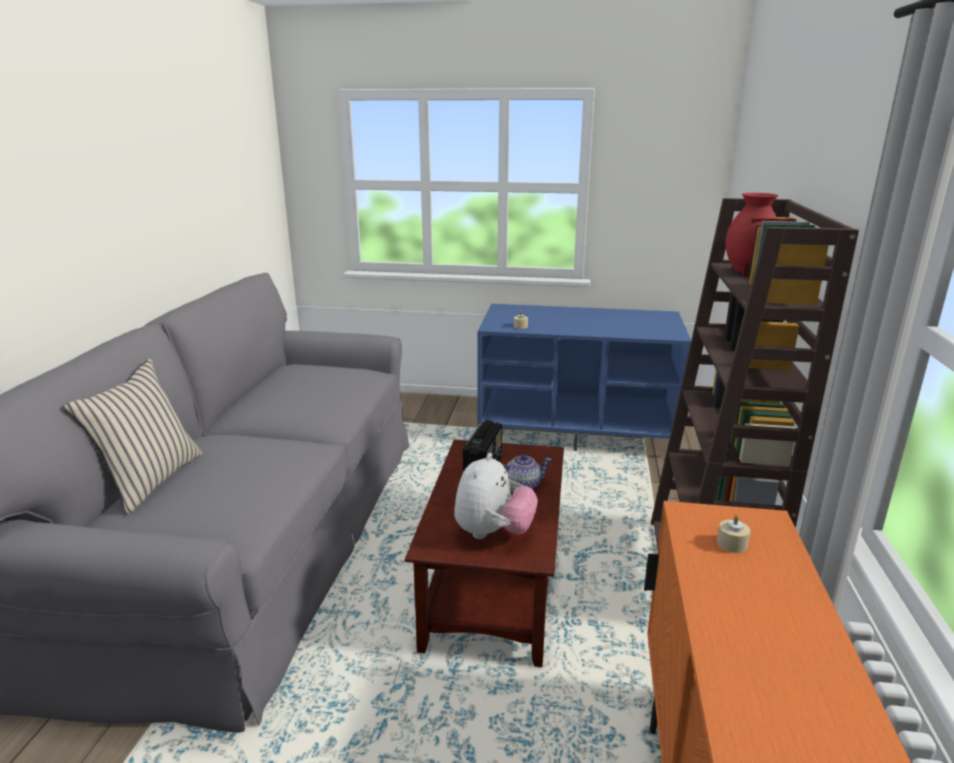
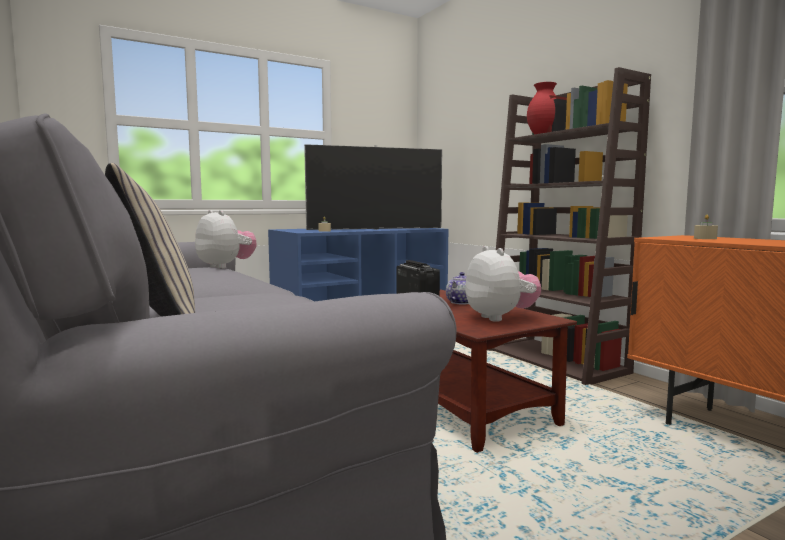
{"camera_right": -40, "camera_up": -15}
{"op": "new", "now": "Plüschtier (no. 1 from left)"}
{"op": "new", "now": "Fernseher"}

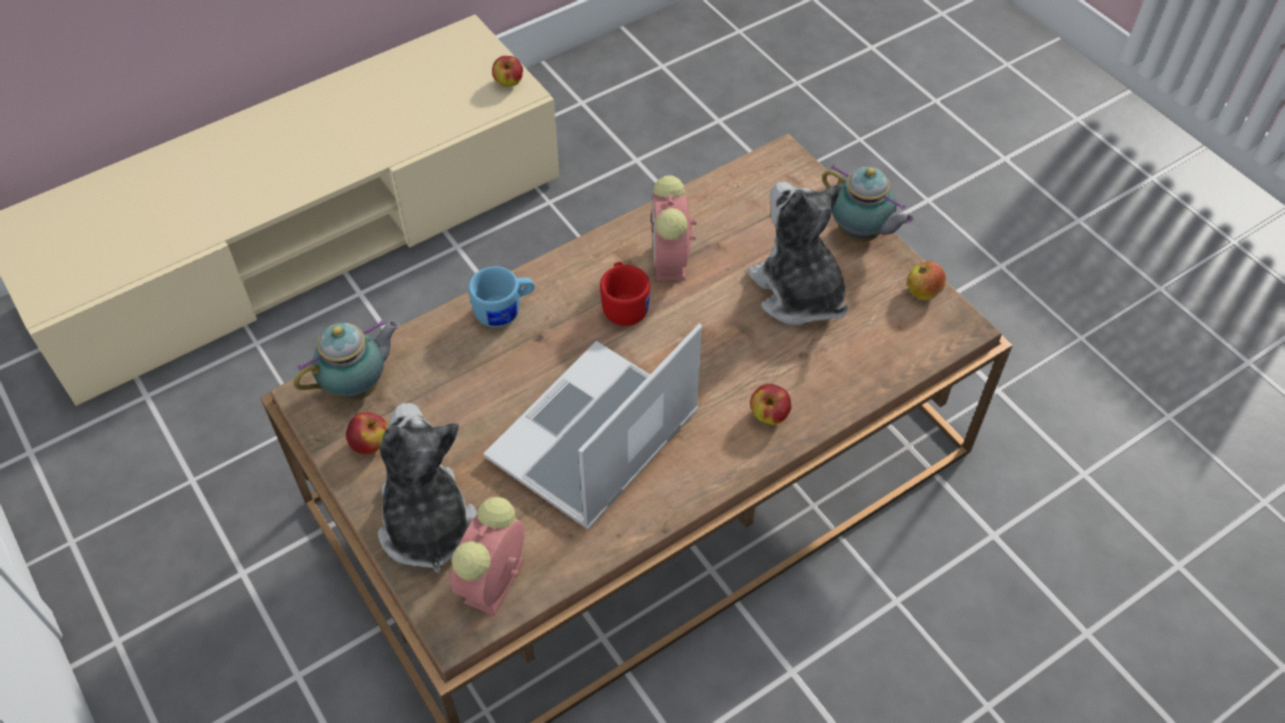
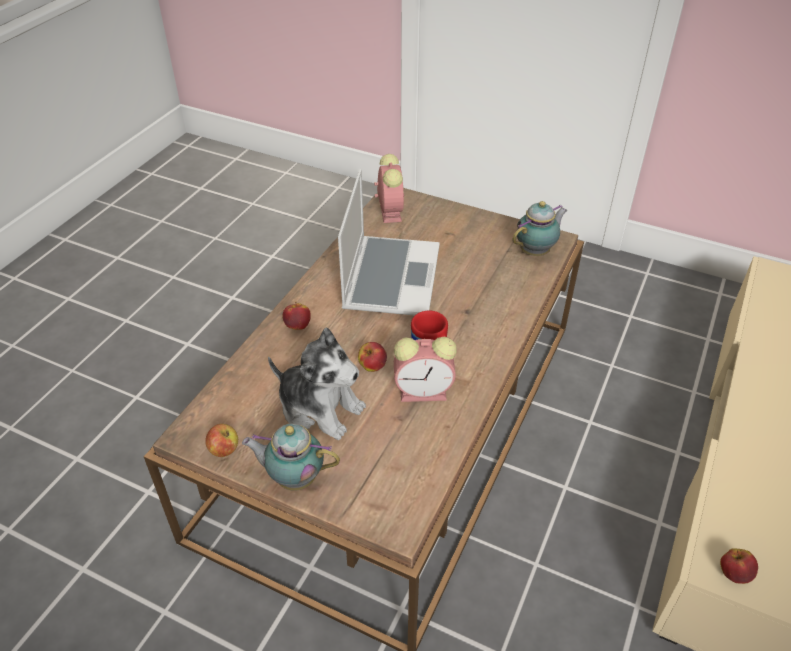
{"camera_right": 150, "camera_up": -10}
{"op": "shifted", "was": "Apfel (no. 1 from left in the first image)", "now": "Apfel (no. 3 from left)"}
{"op": "rotated", "was": "Wecker (no. 2 from left)", "clockwise": 120}
{"op": "rotated", "was": "Teekanne (no. 1 from left in the first image)", "clockwise": -150}
{"op": "gone", "was": "Plüschtier (no. 1 from left)"}
{"op": "gone", "was": "Henkelbecher (blau)"}

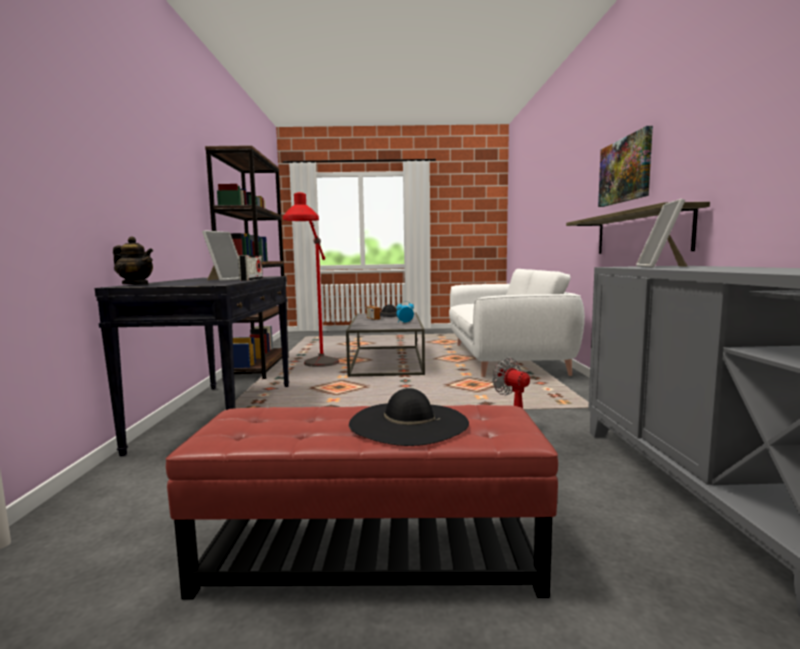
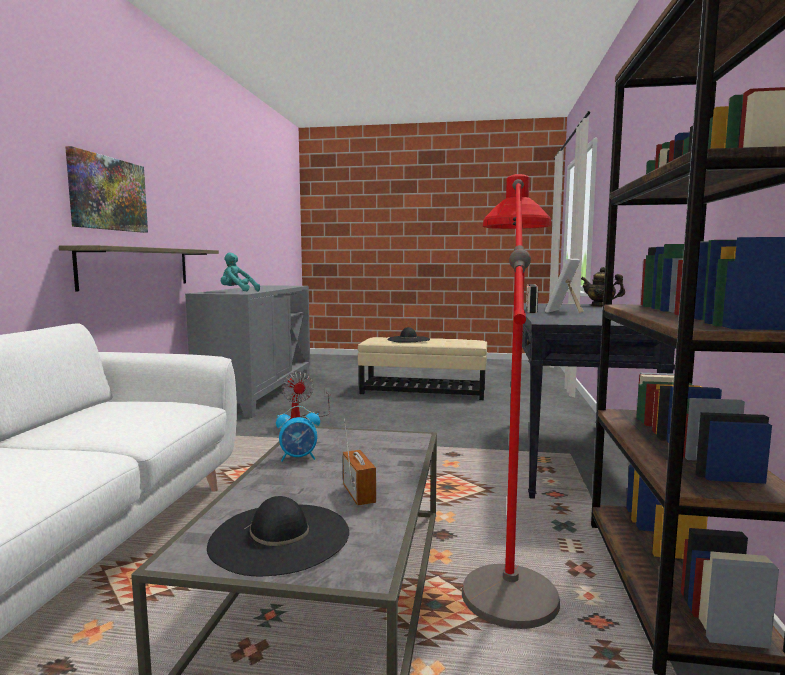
{"camera_right": -170, "camera_up": 0}
{"op": "swapped", "was": "Bilderrahmen (no. 2 from left)", "now": "Plüschtier (türkis)"}
{"op": "repainted", "was": "Polsterhocker (rot)", "now": "Polsterhocker (beige)"}

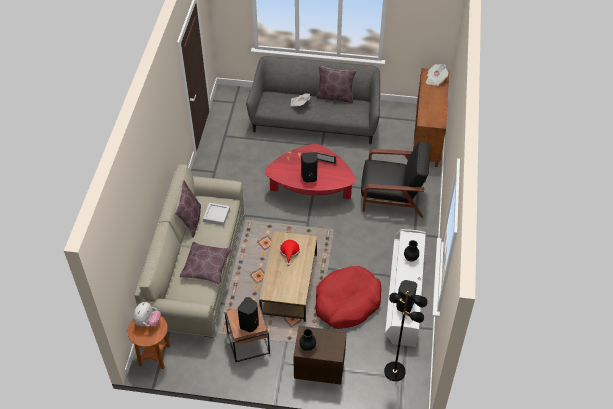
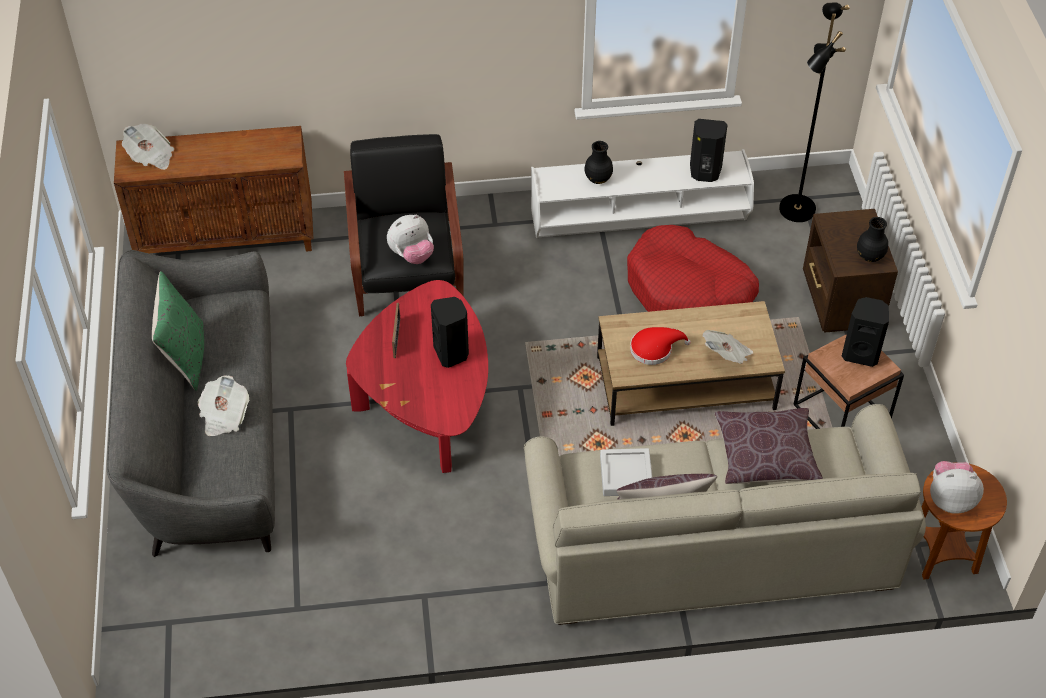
{"camera_right": -105, "camera_up": 0}
{"op": "repainted", "was": "Kissen (braun) (no. 3 from left)", "now": "Kissen (grün)"}
{"op": "new", "now": "Plüschtier (no. 1 from left)"}
{"op": "new", "now": "Zeitung (no. 3 from left)"}

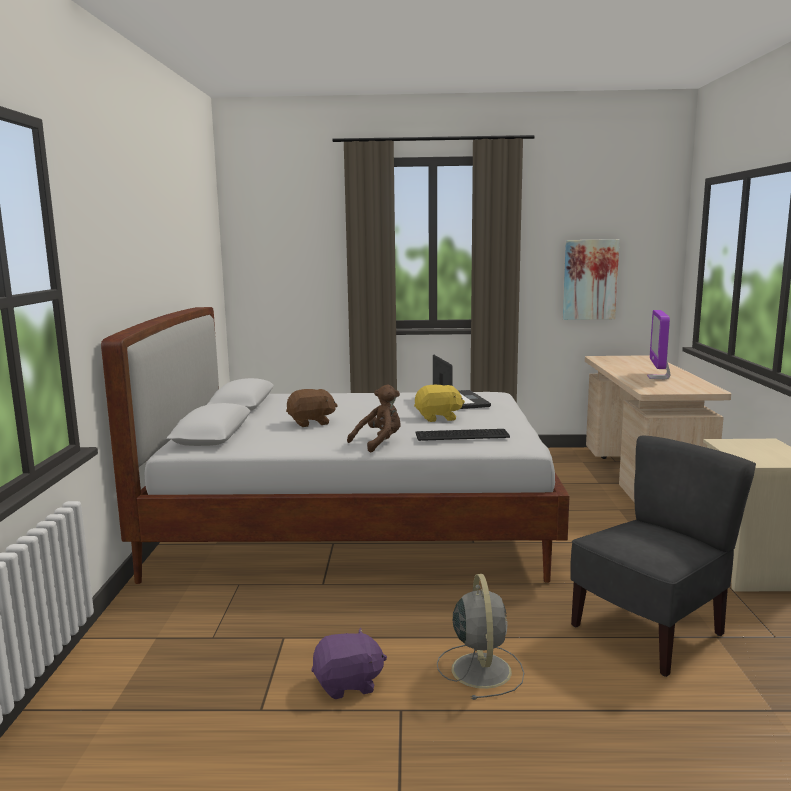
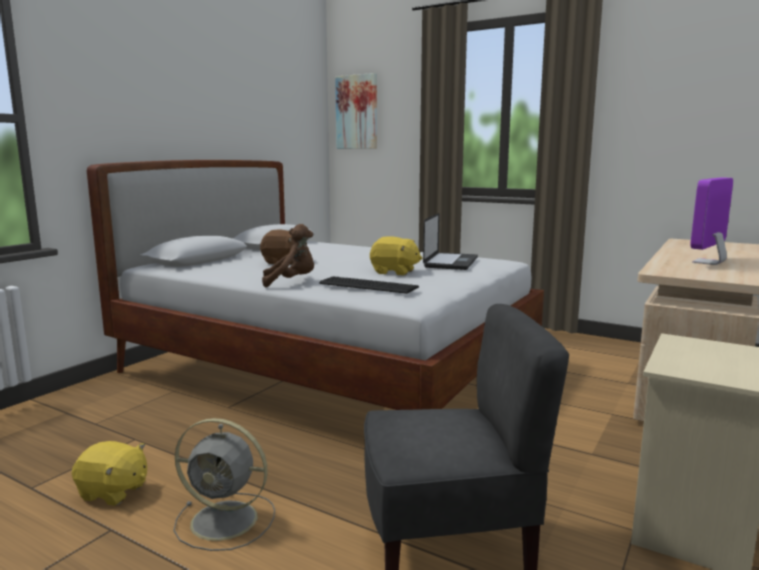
{"camera_right": 30, "camera_up": 0}
{"op": "repainted", "was": "Plüschtier (lila)", "now": "Plüschtier (gelb) (no. 1 from left)"}
{"op": "rotated", "was": "Ventilator (grau)", "clockwise": 75}
{"op": "shifted", "was": "Bild"}

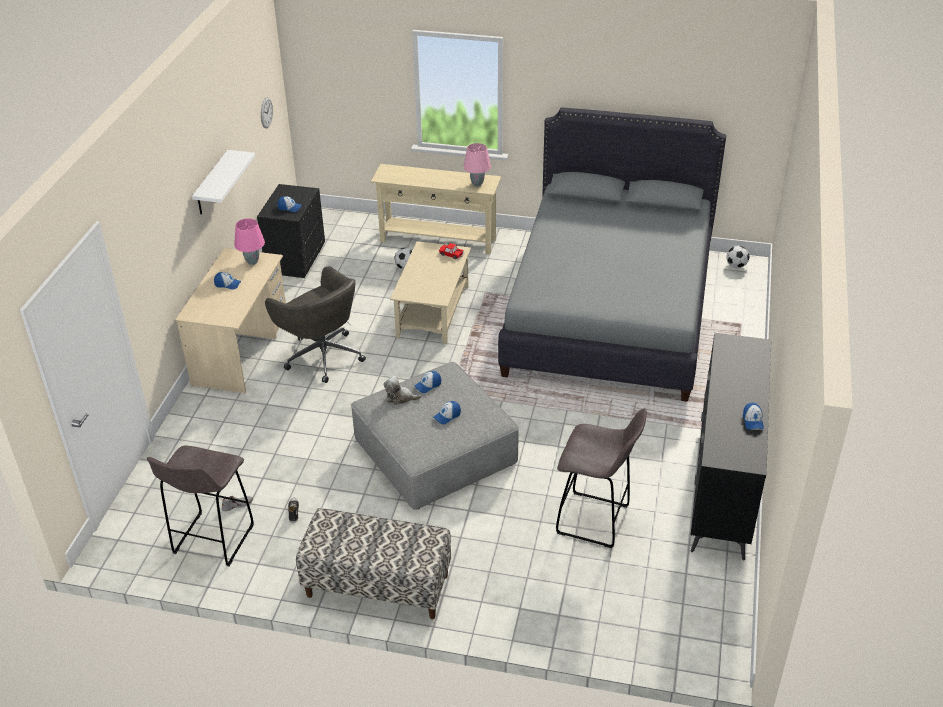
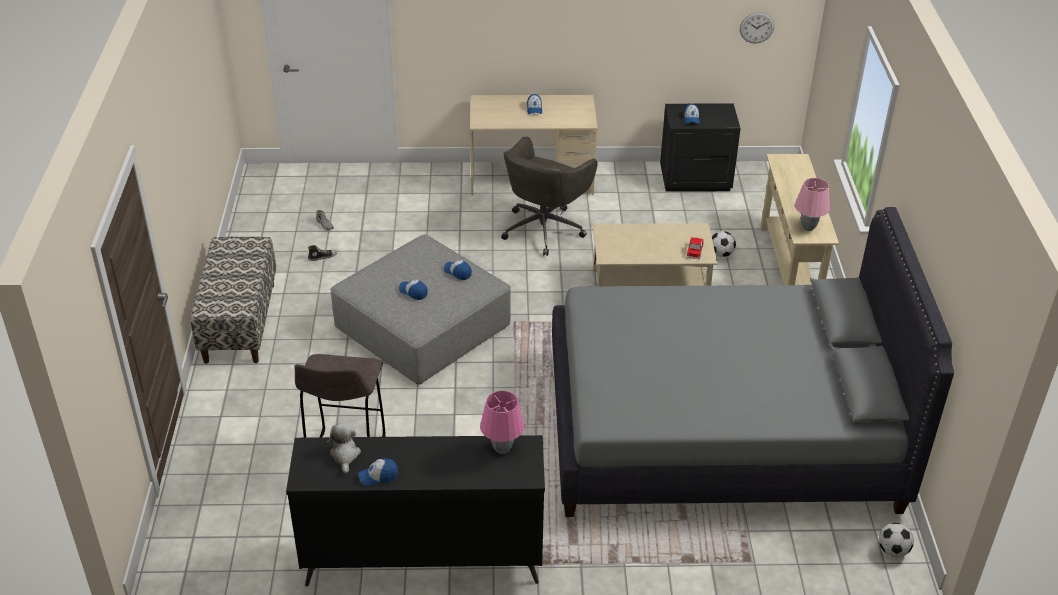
{"camera_right": 75, "camera_up": 0}
{"op": "shifted", "was": "Plüschtier"}
{"op": "shifted", "was": "Tischlampe (rosa) (no. 1 from left)"}
{"op": "gone", "was": "Hocker (grau) (no. 1 from left)"}
{"op": "gone", "was": "Wandregal (weiß)"}

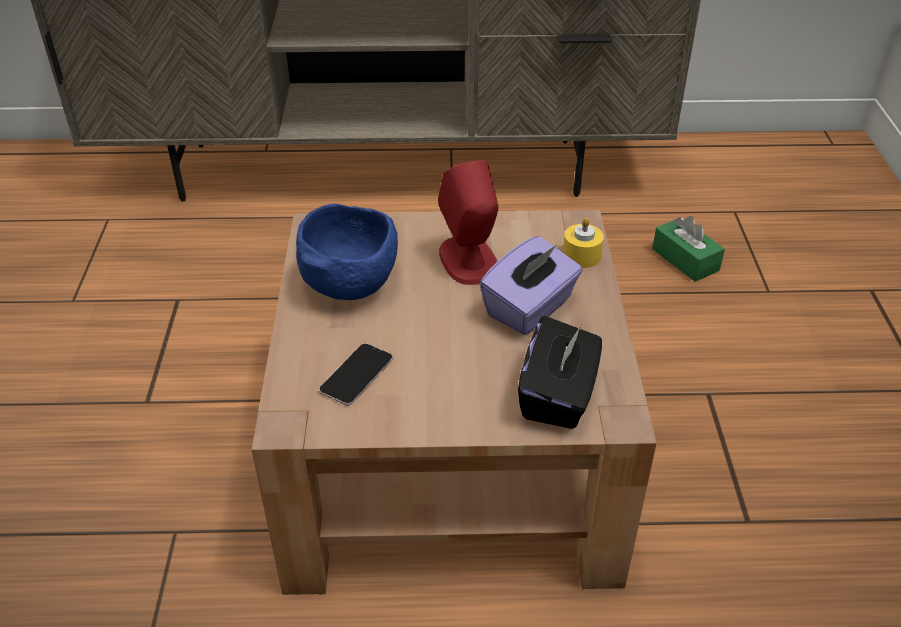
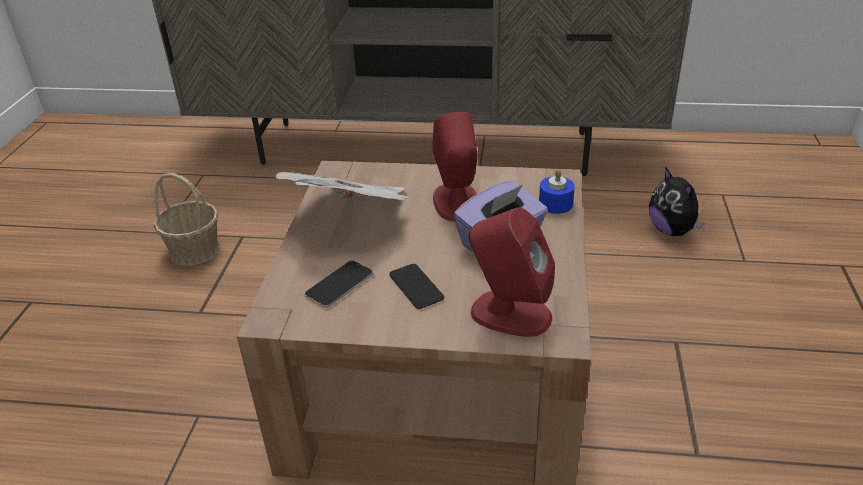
{"camera_right": 10, "camera_up": -5}
{"op": "new", "now": "Korb"}
{"op": "swapped", "was": "Schüssel (blau)", "now": "Zeitung"}
{"op": "new", "now": "Handy (no. 2 from left)"}
{"op": "swapped", "was": "Taschentuchbox (schwarz)", "now": "Lautsprecher (rot) (no. 2 from left)"}
{"op": "repainted", "was": "Kerze (gelb)", "now": "Kerze (blau)"}
{"op": "swapped", "was": "Taschentuchbox (grün)", "now": "Plüschtier"}

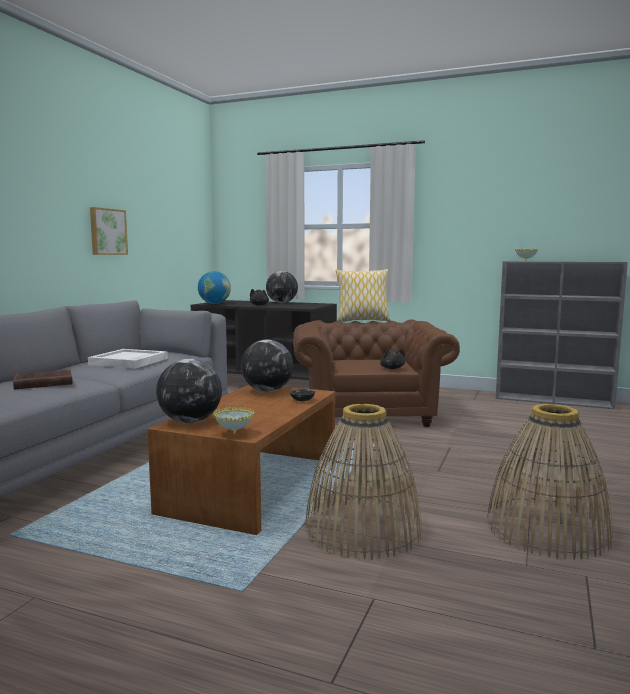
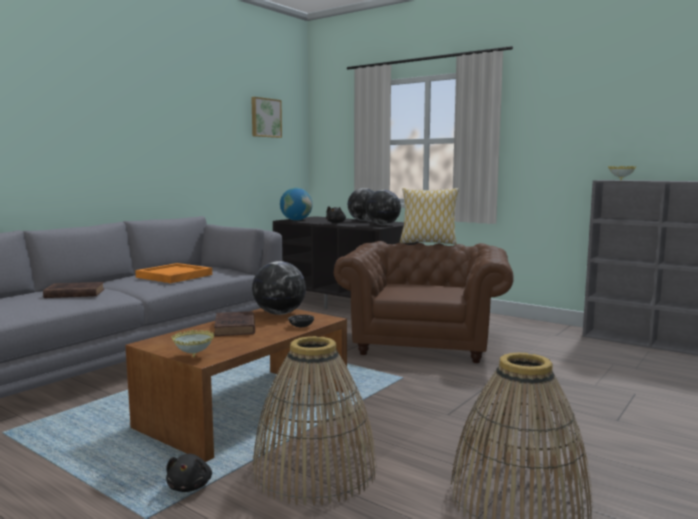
{"camera_right": 15, "camera_up": 0}
{"op": "repainted", "was": "Tablett (weiß)", "now": "Tablett (orange)"}
{"op": "shifted", "was": "Plüschtier (schwarz) (no. 2 from left in the first image)", "now": "Plüschtier (schwarz) (no. 1 from left)"}
{"op": "new", "now": "Buch (braun) (no. 2 from left)"}
{"op": "shifted", "was": "Bild"}
{"op": "shifted", "was": "Globus (no. 1 from left in the first image)", "now": "Globus (no. 4 from left)"}

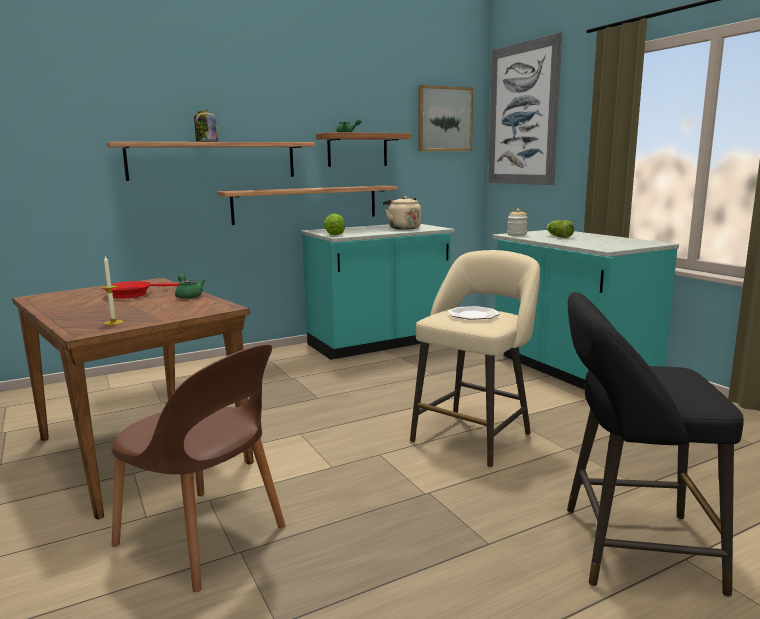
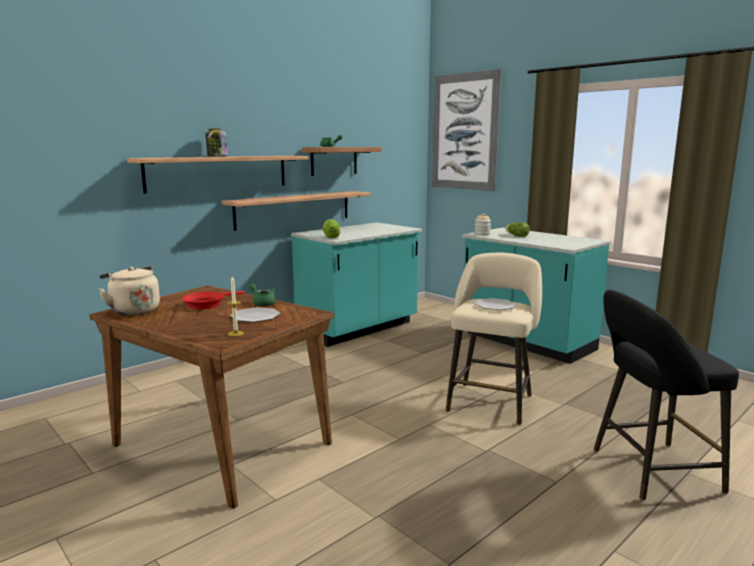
{"camera_right": -15, "camera_up": 0}
{"op": "shifted", "was": "Wasserkessel (beige)"}
{"op": "new", "now": "Teller (no. 1 from left)"}
{"op": "gone", "was": "Stuhl (braun)"}
{"op": "gone", "was": "Bild (no. 1 from left)"}

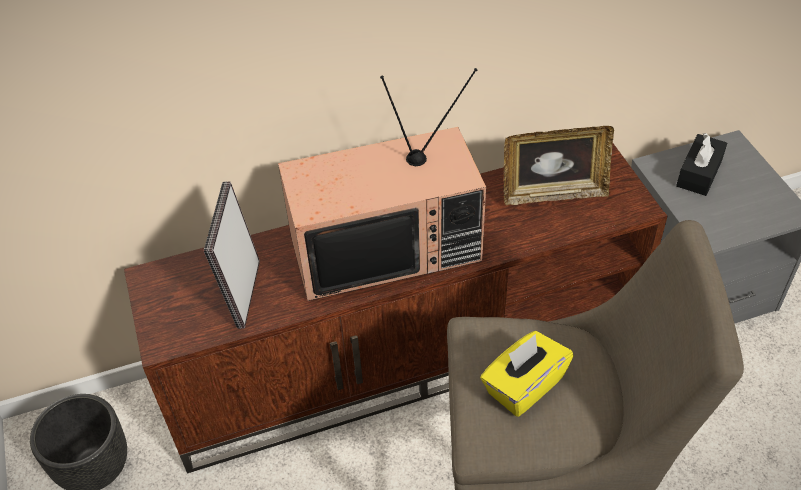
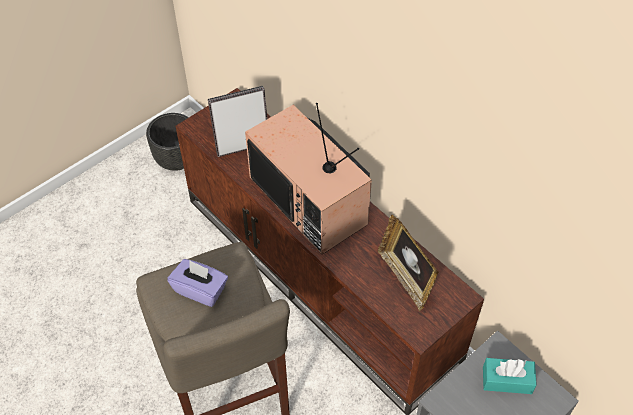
{"camera_right": 65, "camera_up": 5}
{"op": "repainted", "was": "Taschentuchbox (gelb)", "now": "Taschentuchbox (lila)"}
{"op": "repainted", "was": "Taschentuchbox (schwarz)", "now": "Taschentuchbox (türkis)"}

